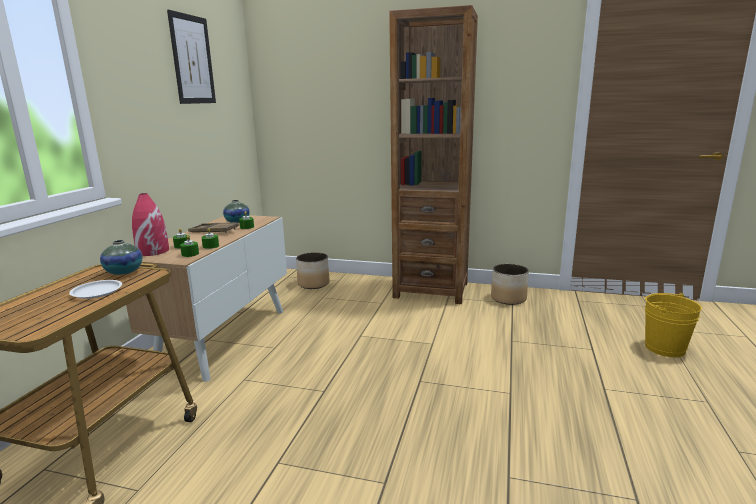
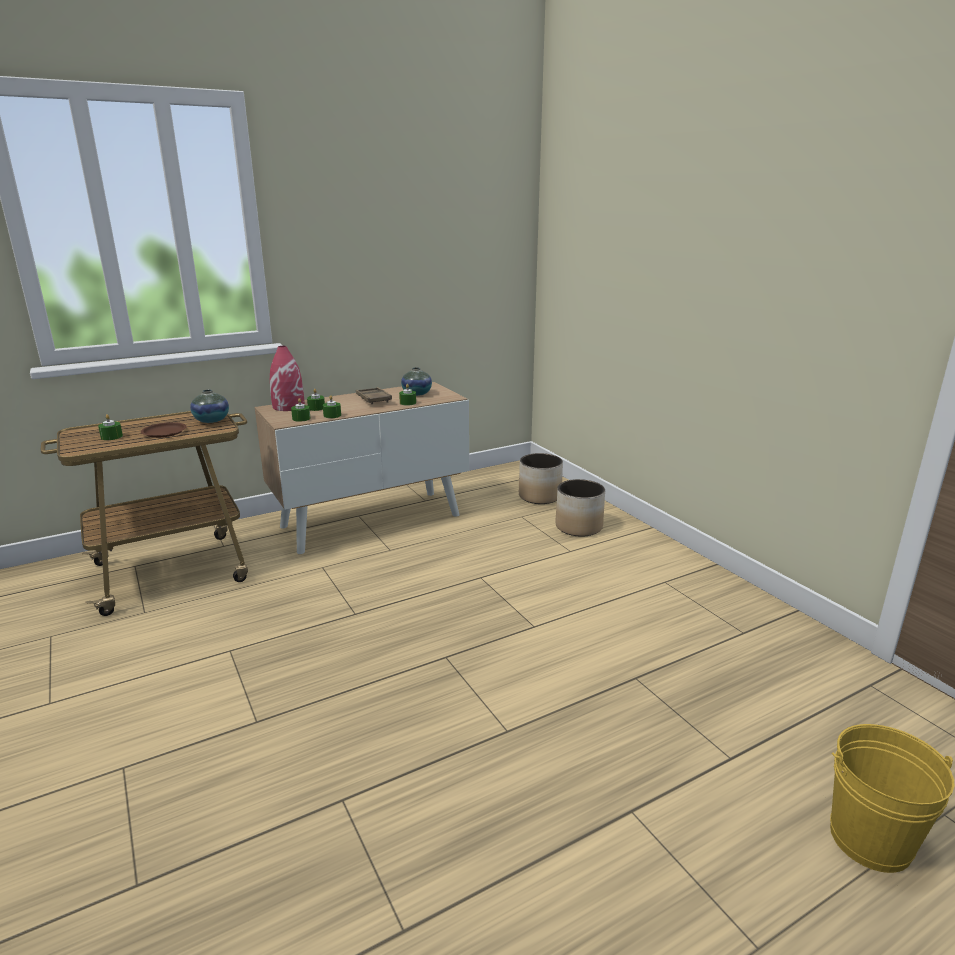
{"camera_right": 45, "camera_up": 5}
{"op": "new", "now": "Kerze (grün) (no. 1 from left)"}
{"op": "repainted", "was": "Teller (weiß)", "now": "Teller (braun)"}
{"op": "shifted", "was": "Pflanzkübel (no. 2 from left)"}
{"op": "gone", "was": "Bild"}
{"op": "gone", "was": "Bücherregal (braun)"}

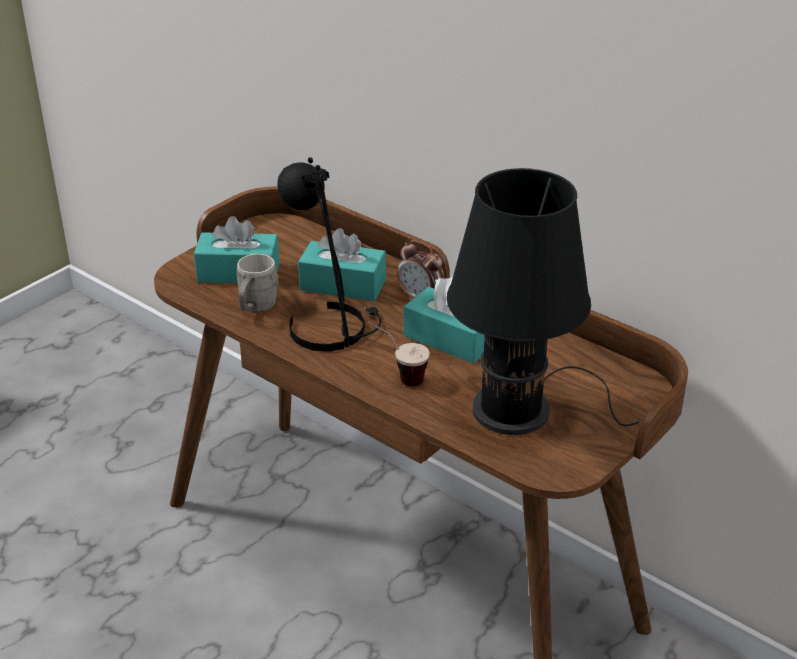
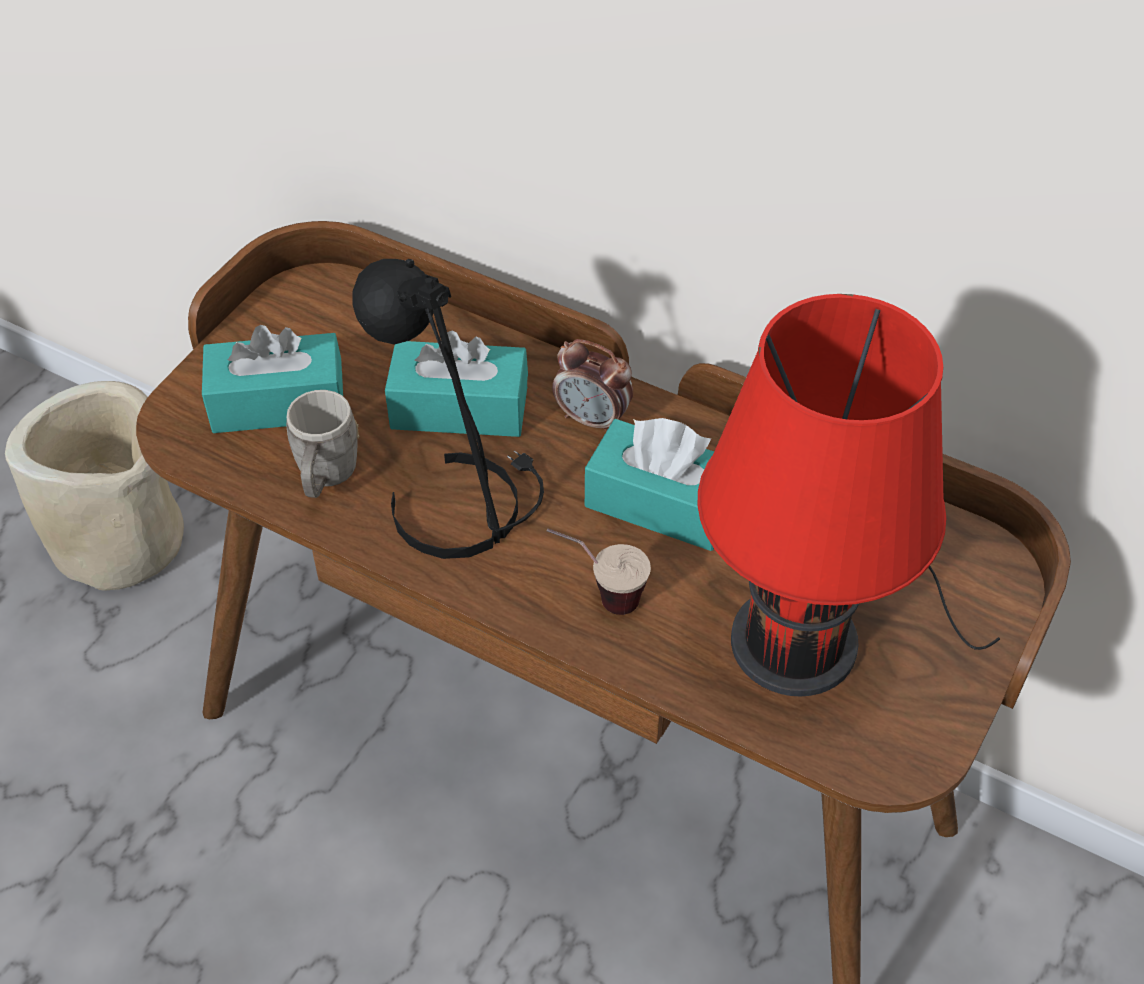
{"camera_right": -10, "camera_up": 15}
{"op": "new", "now": "Pflanzkübel (beige)"}
{"op": "repainted", "was": "Tischlampe (schwarz) (no. 2 from left)", "now": "Tischlampe (rot)"}

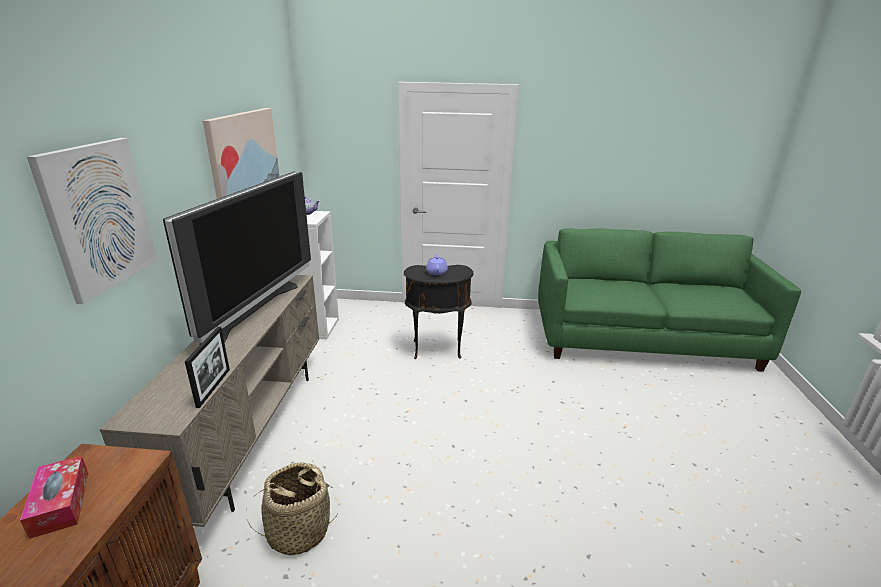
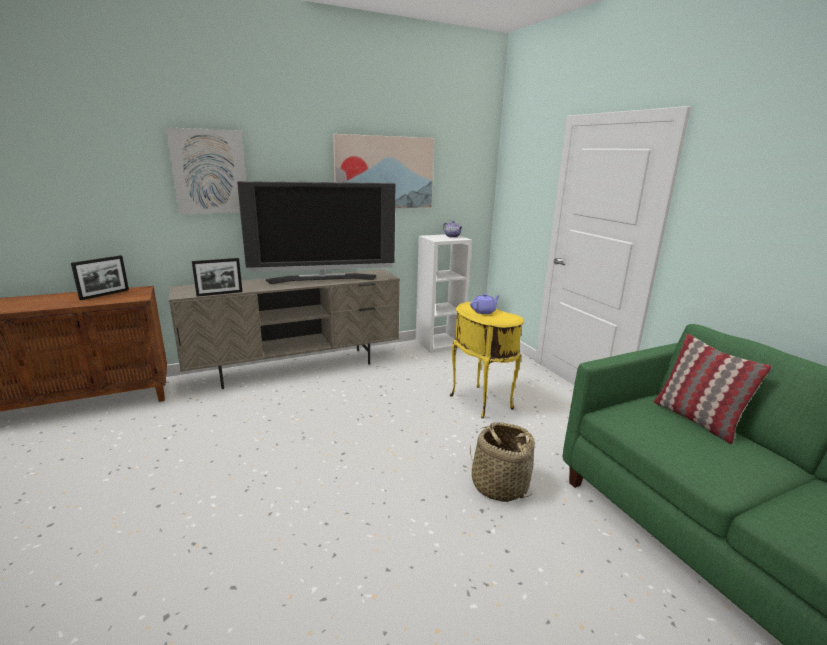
{"camera_right": 60, "camera_up": -5}
{"op": "swapped", "was": "Taschentuchbox", "now": "Bilderrahmen (no. 1 from left)"}
{"op": "repainted", "was": "Beistelltisch (schwarz)", "now": "Beistelltisch (gelb)"}
{"op": "shifted", "was": "Korb"}
{"op": "new", "now": "Kissen"}

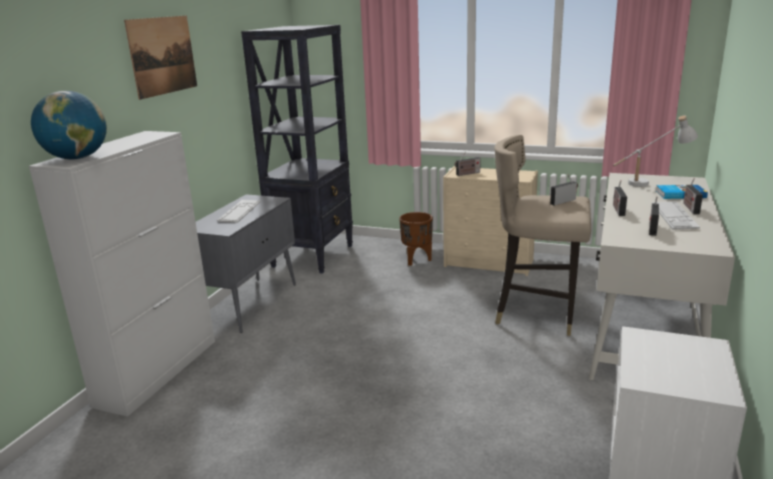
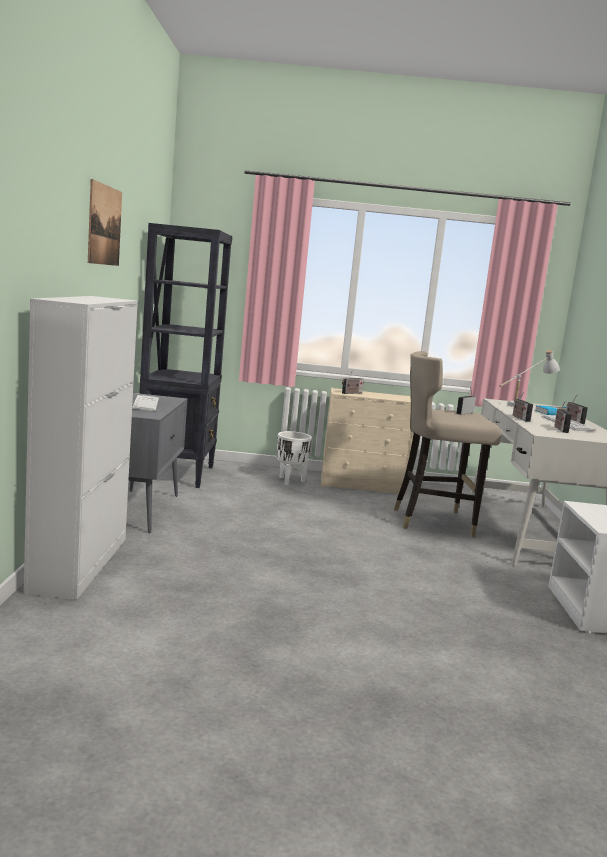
{"camera_right": -20, "camera_up": -10}
{"op": "repainted", "was": "Pflanzkübel (braun)", "now": "Pflanzkübel (weiß)"}
{"op": "gone", "was": "Globus"}

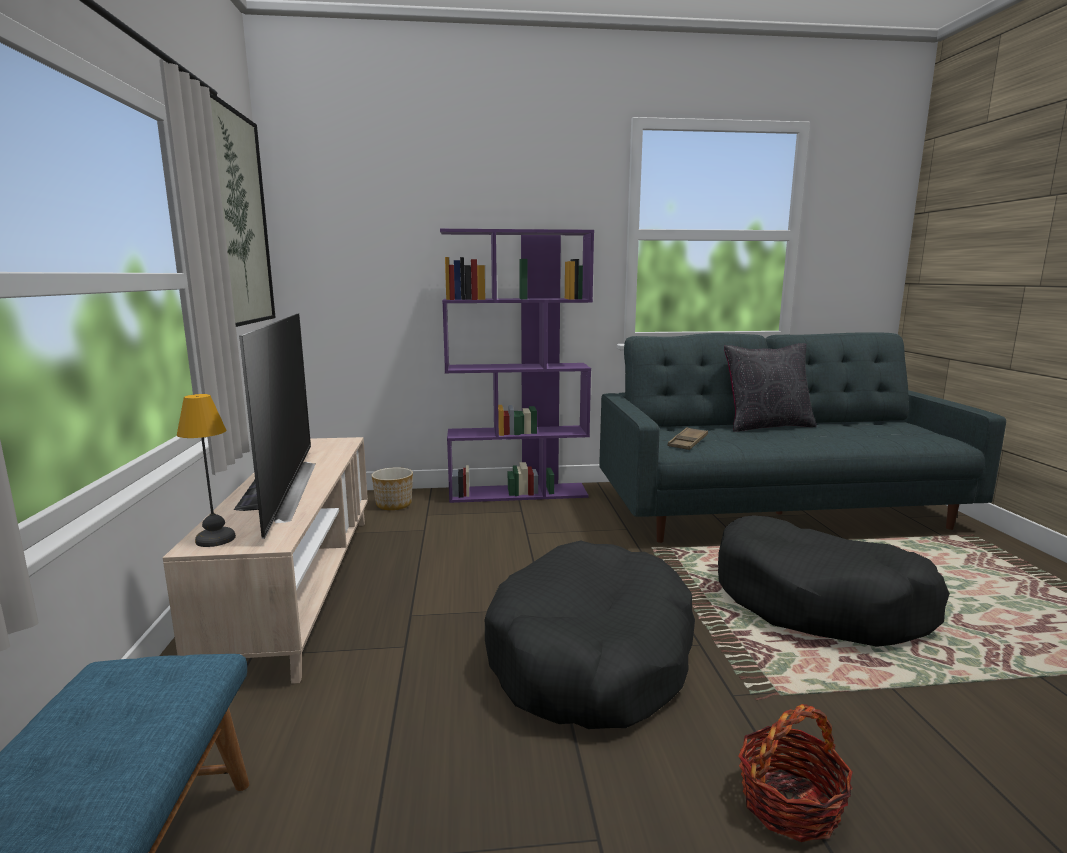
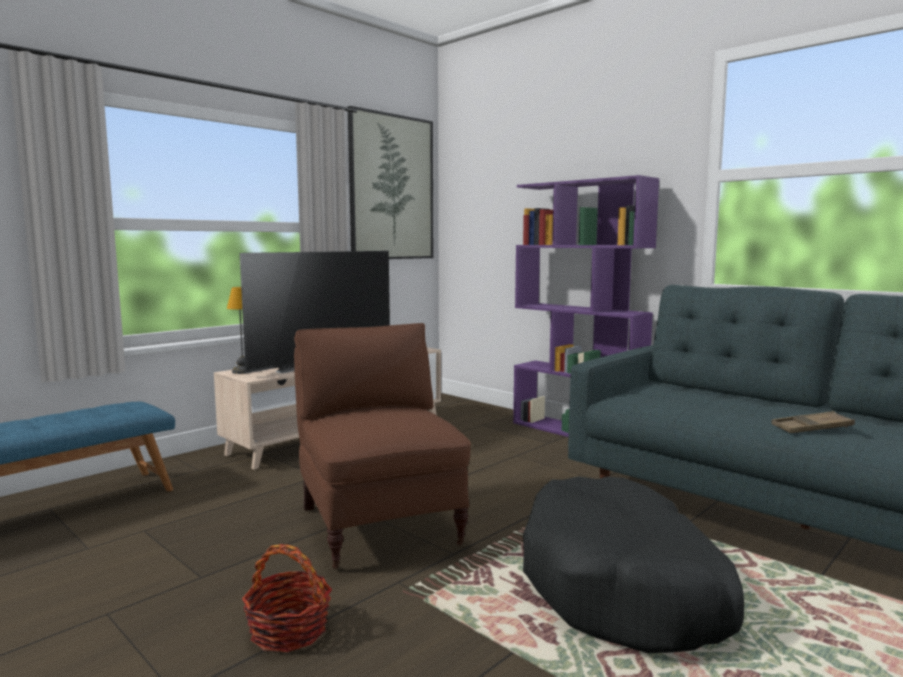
{"camera_right": 50, "camera_up": -5}
{"op": "swapped", "was": "Hundebett (schwarz) (no. 1 from left)", "now": "Sessel (braun)"}
{"op": "shifted", "was": "Tablett (braun)"}
{"op": "gone", "was": "Pflanzkübel"}
{"op": "gone", "was": "Kissen (schwarz)"}

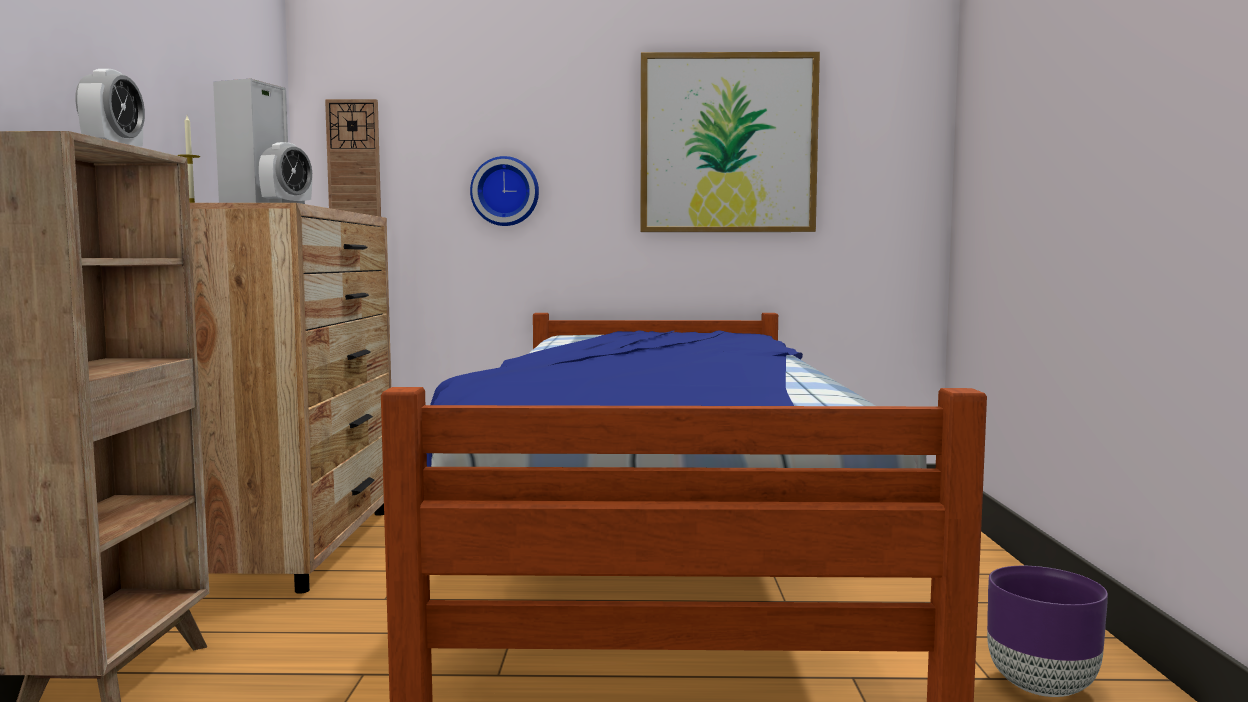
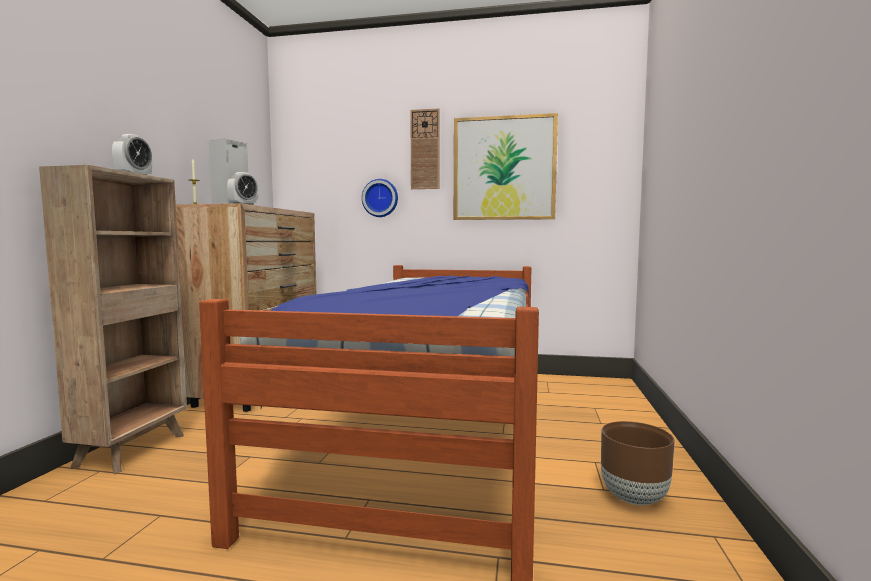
{"camera_right": 10, "camera_up": 0}
{"op": "shifted", "was": "Wanduhr (no. 1 from left in the first image)", "now": "Wanduhr (no. 2 from left)"}
{"op": "repainted", "was": "Pflanzkübel (lila)", "now": "Pflanzkübel (braun)"}

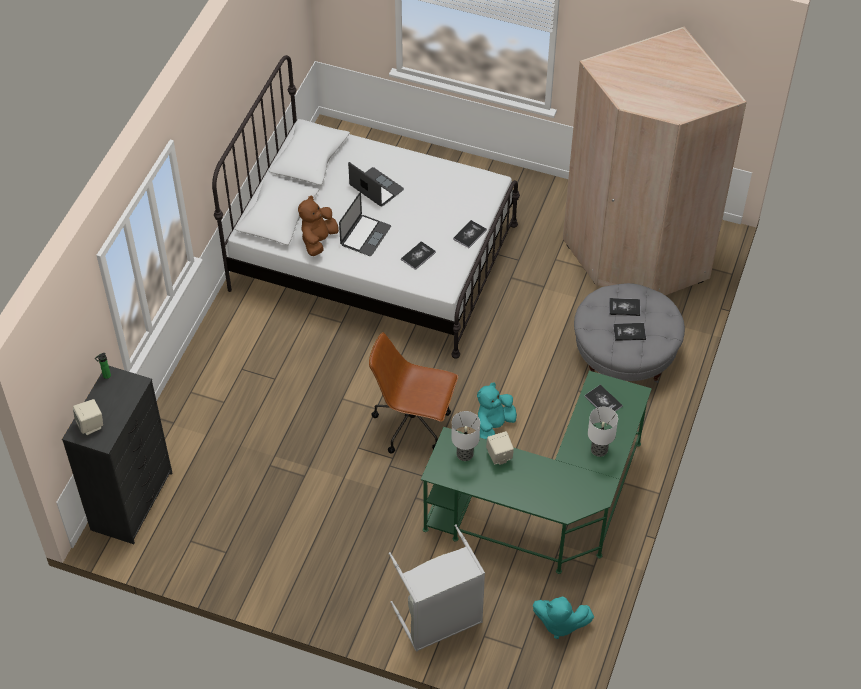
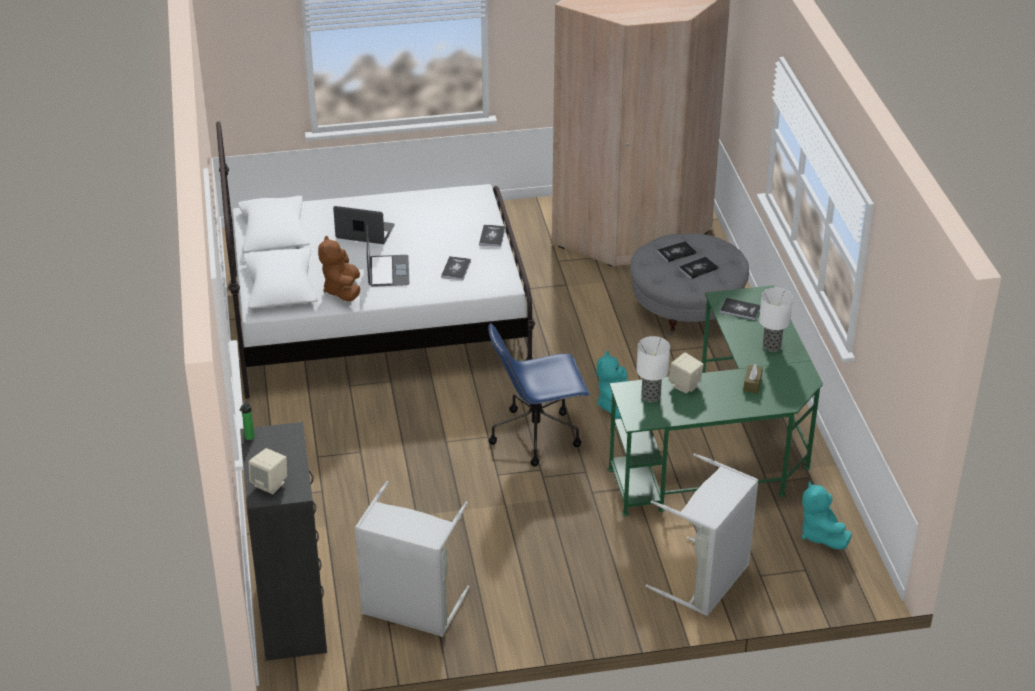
{"camera_right": -30, "camera_up": -15}
{"op": "new", "now": "Wäschekorb (grau) (no. 1 from left)"}
{"op": "repainted", "was": "Bürostuhl (braun)", "now": "Bürostuhl (blau)"}
{"op": "new", "now": "Taschentuchbox (braun)"}
{"op": "rotated", "was": "Plüschtier (türkis) (no. 2 from left)", "clockwise": 90}

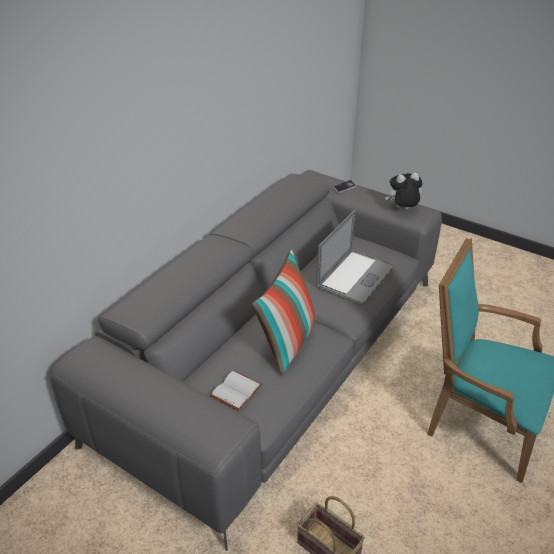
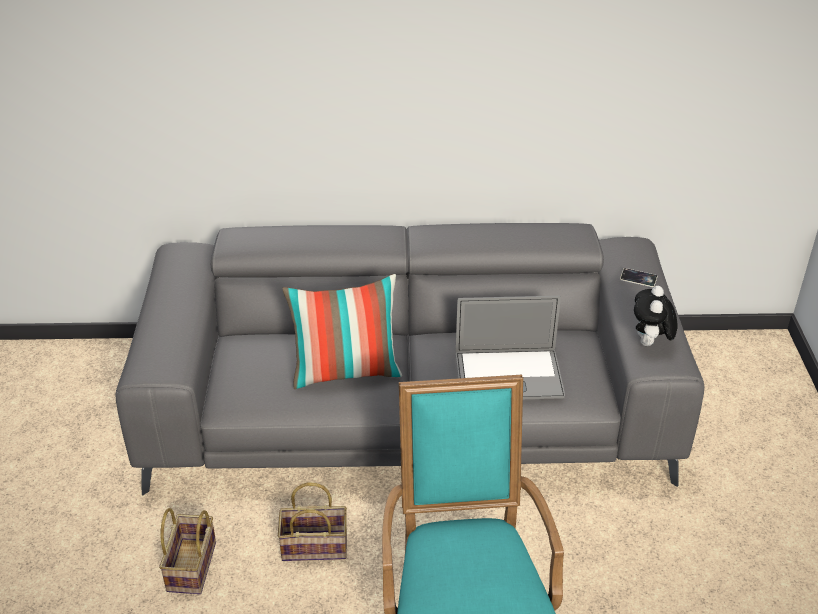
{"camera_right": 55, "camera_up": 0}
{"op": "new", "now": "Korb (no. 2 from left)"}
{"op": "rotated", "was": "Plüschtier", "clockwise": -120}
{"op": "gone", "was": "Buch (weiß)"}

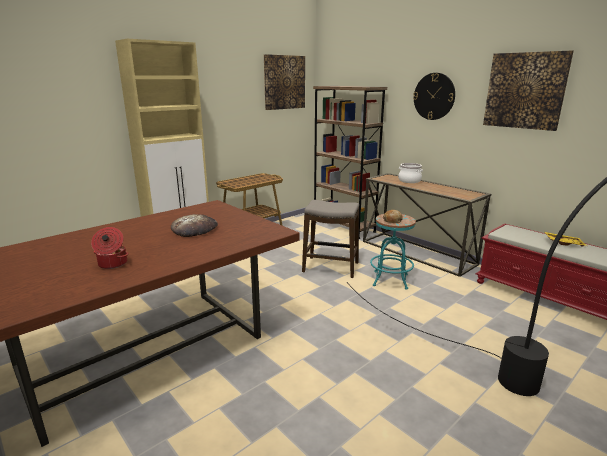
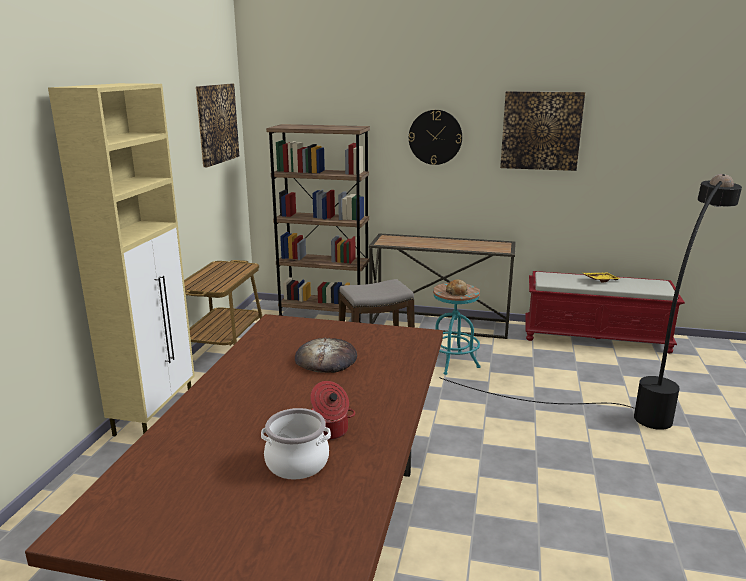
{"camera_right": -35, "camera_up": 0}
{"op": "shifted", "was": "Kochtopf (no. 2 from left in the first image)", "now": "Kochtopf (no. 1 from left)"}

